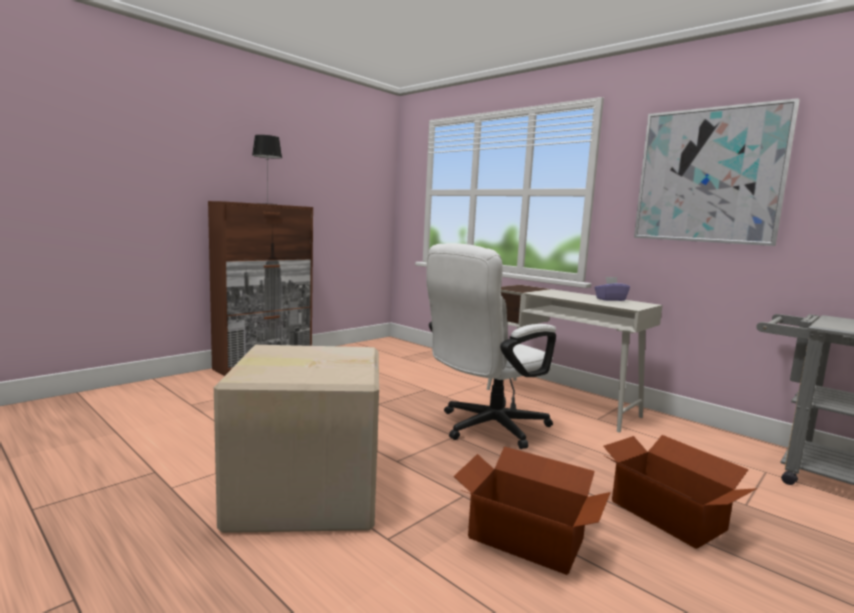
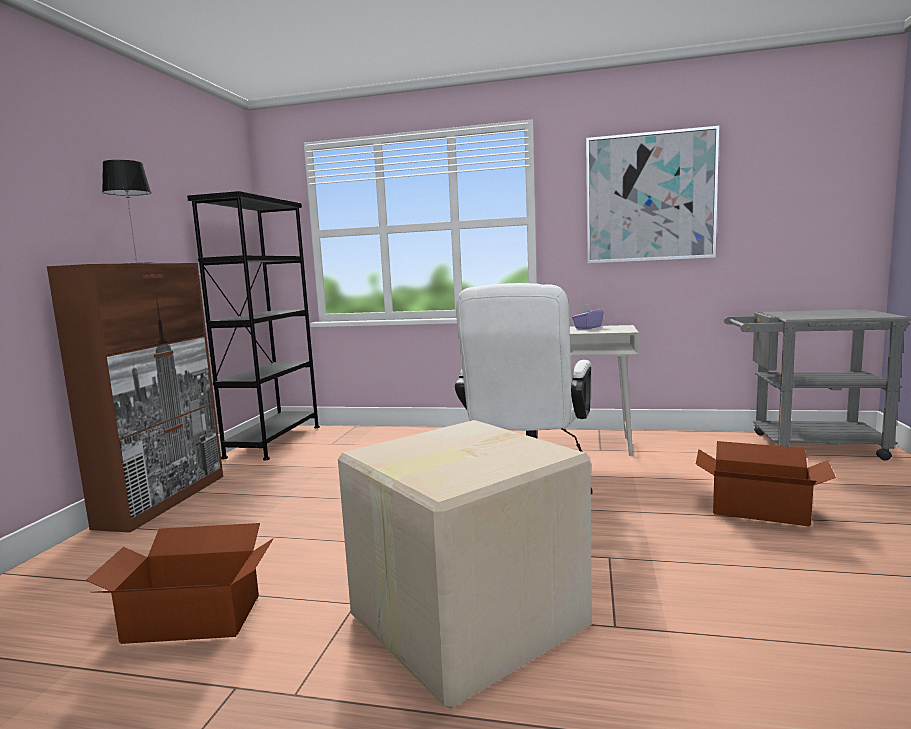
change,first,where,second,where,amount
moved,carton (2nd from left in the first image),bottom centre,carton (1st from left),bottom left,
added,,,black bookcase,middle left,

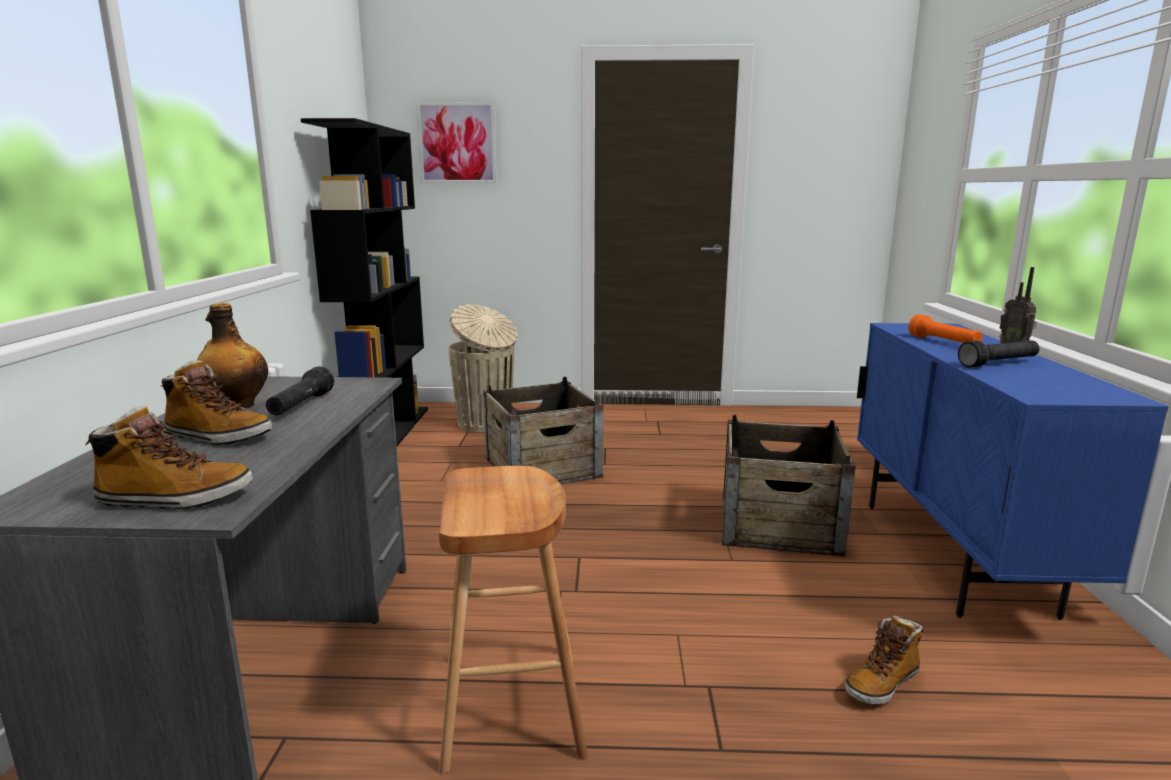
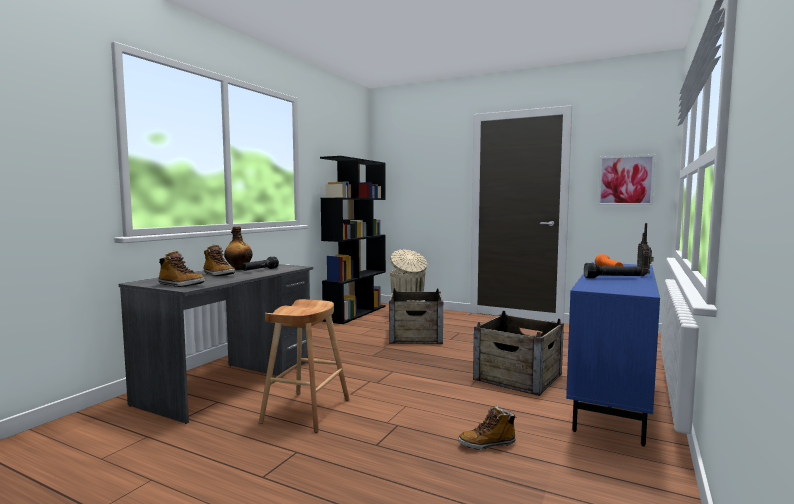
change,first,where,second,where,amount
moved,wall art,top centre,,middle right,

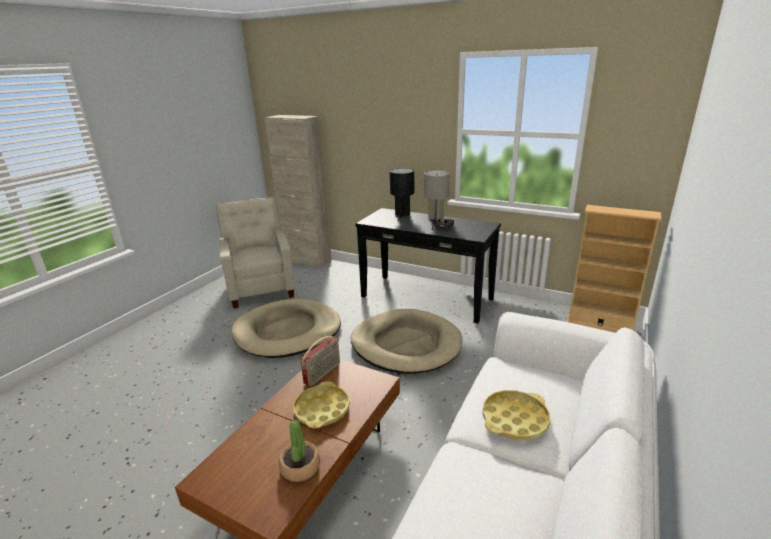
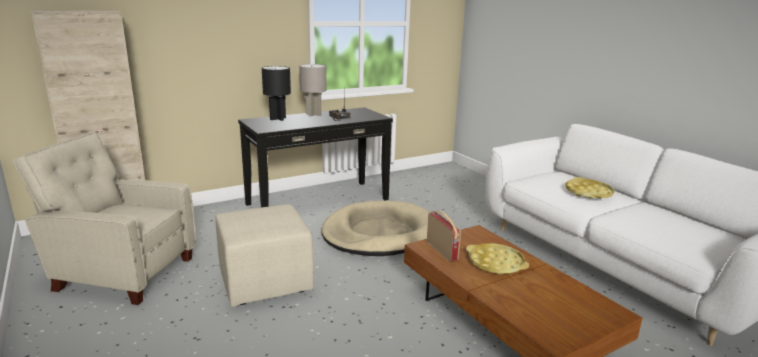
change,first,where,second,where,amount
replaced,beige-coloured pet bed (1st from left),centre,beige-coloured pouffe,bottom centre,
removed,plant in a pot,bottom centre,,,
removed,beige-coloured bookcase,middle right,,,

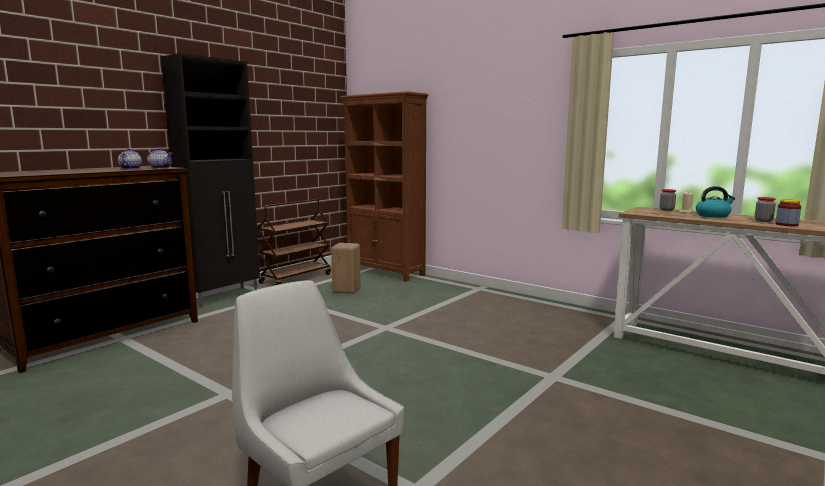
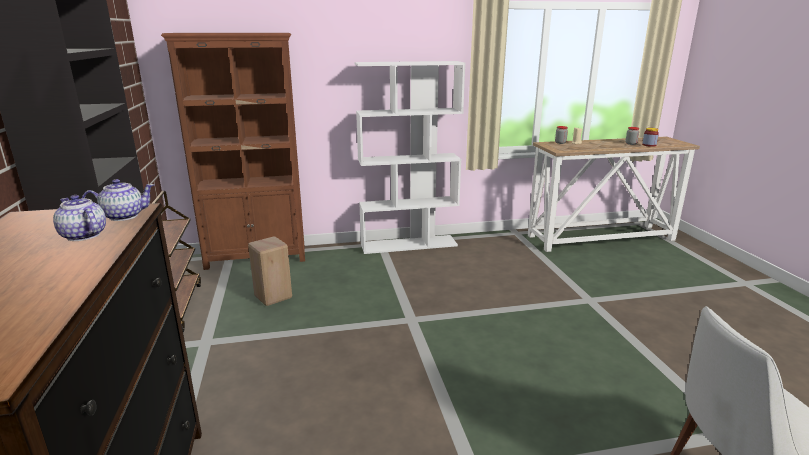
change,first,where,second,where,amount
added,,,white-coloured bookcase,centre,
removed,water kettle,middle right,,,

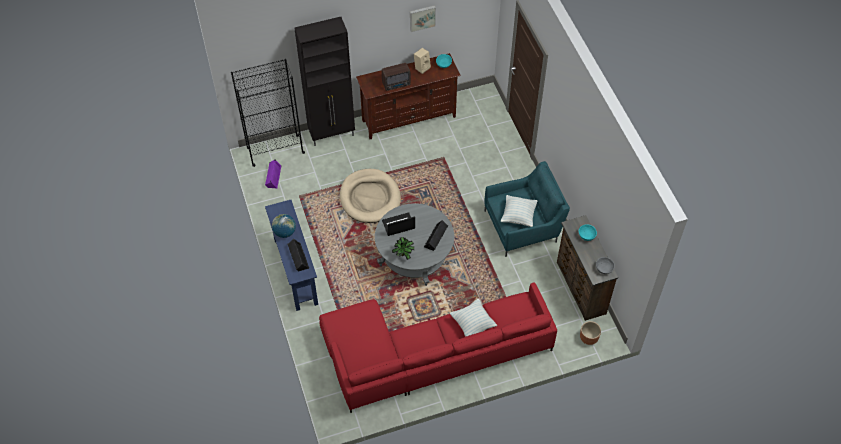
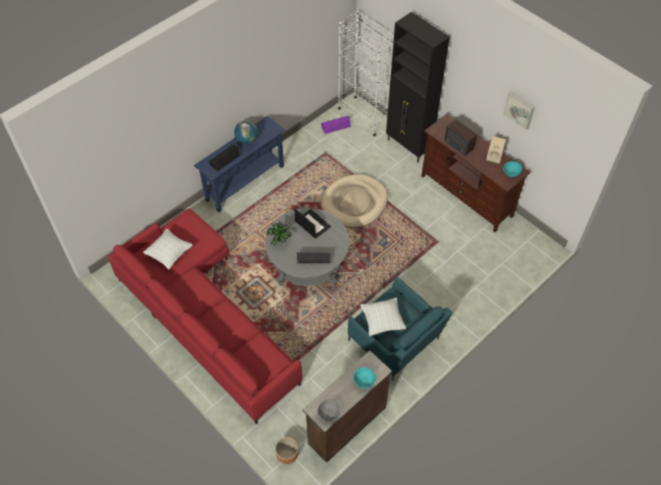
change,first,where,second,where,amount
moved,throw pillow (1st from left),bottom centre,,middle left,
recoloured,black bookcase,top left,white-coloured bookcase,top centre,

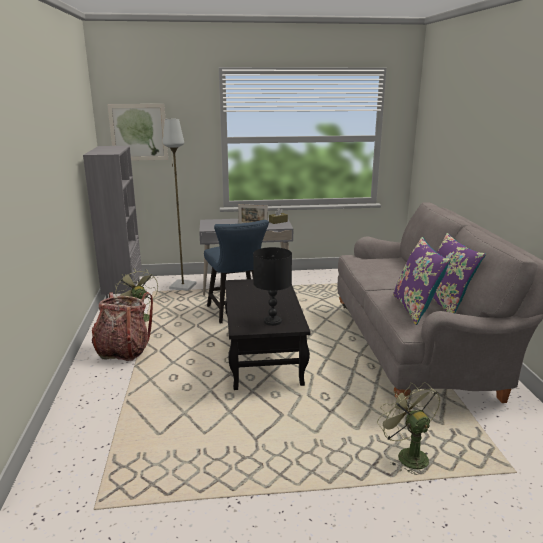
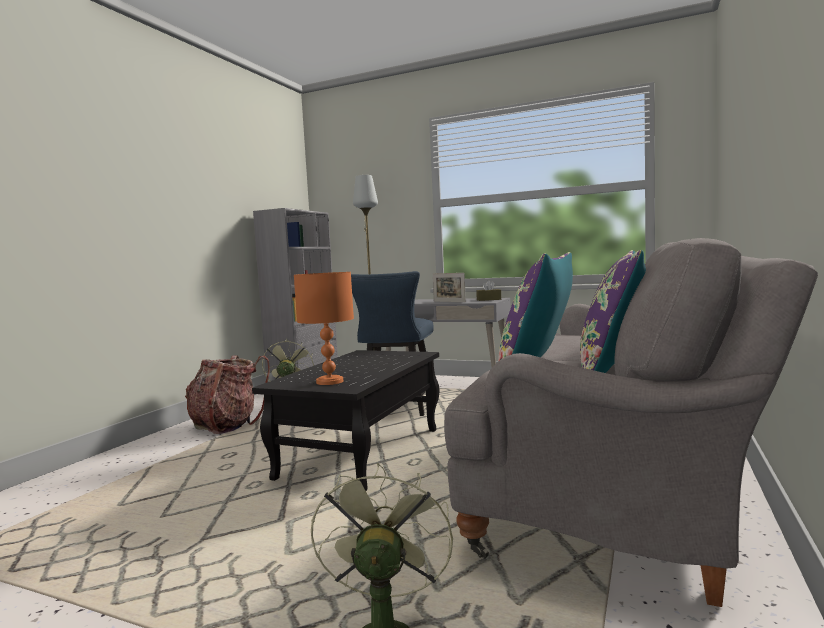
change,first,where,second,where,amount
recoloured,black lamp for a table,centre,orange-coloured lamp for a table,centre,
removed,wall art,top left,,,

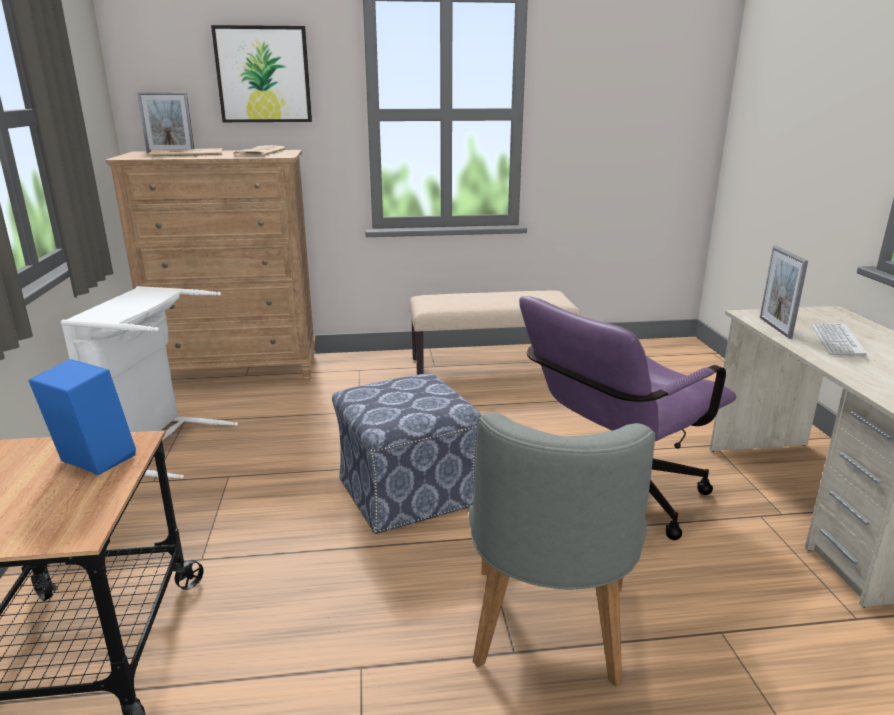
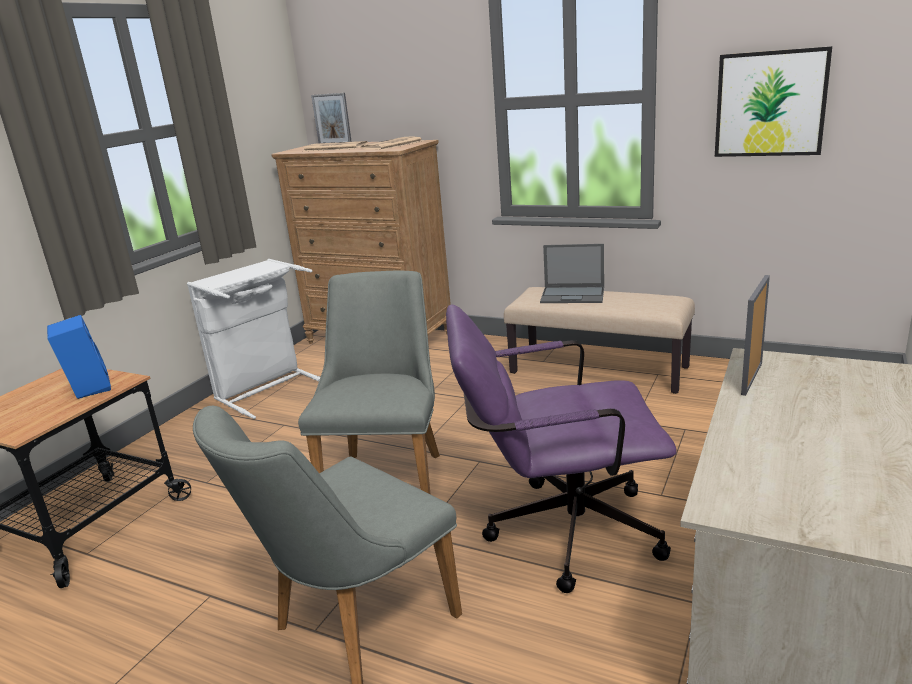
change,first,where,second,where,amount
replaced,pouffe,centre,greyish plain chair (2nd from left),centre,
added,,,laptop,centre,
moved,wall art,top left,,top right,
removed,keyboard,middle right,,,

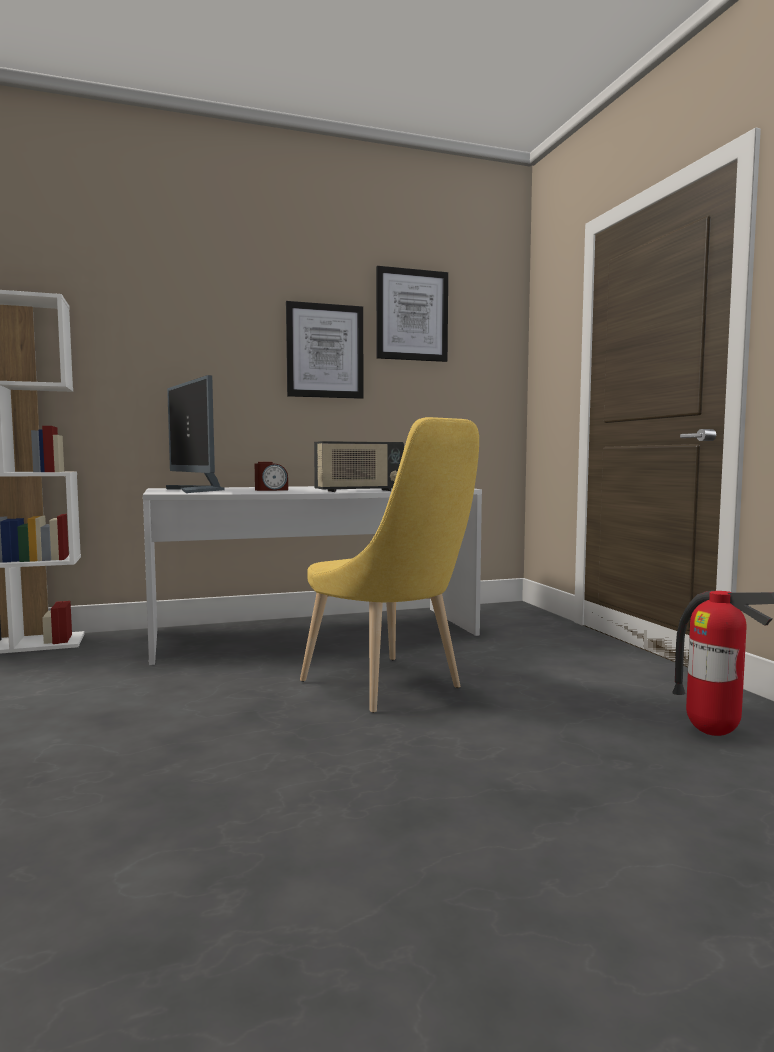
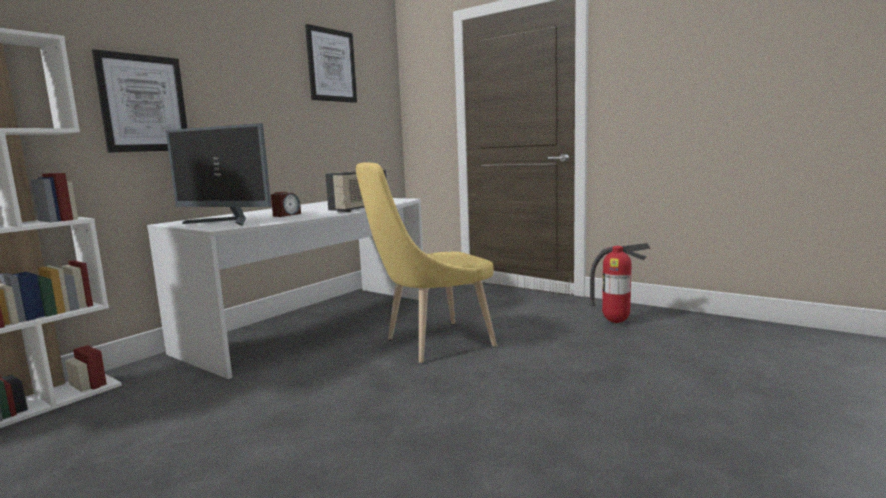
change,first,where,second,where,amount
moved,wall art (1st from left),top centre,,top left,
turned,yellowish plain chair,centre,,centre,135 degrees clockwise

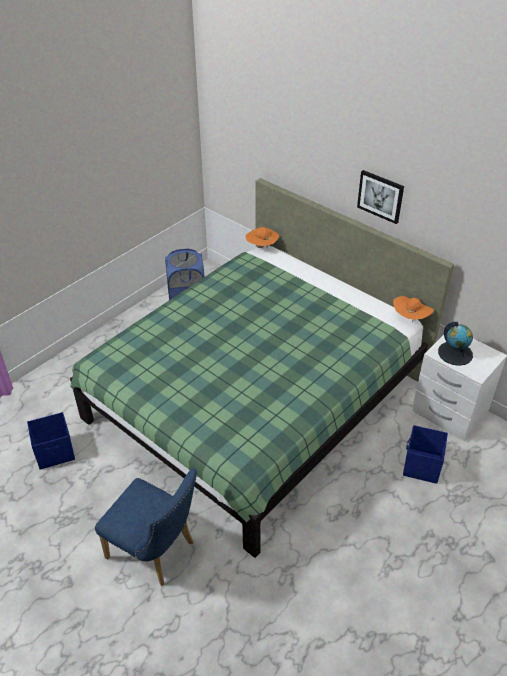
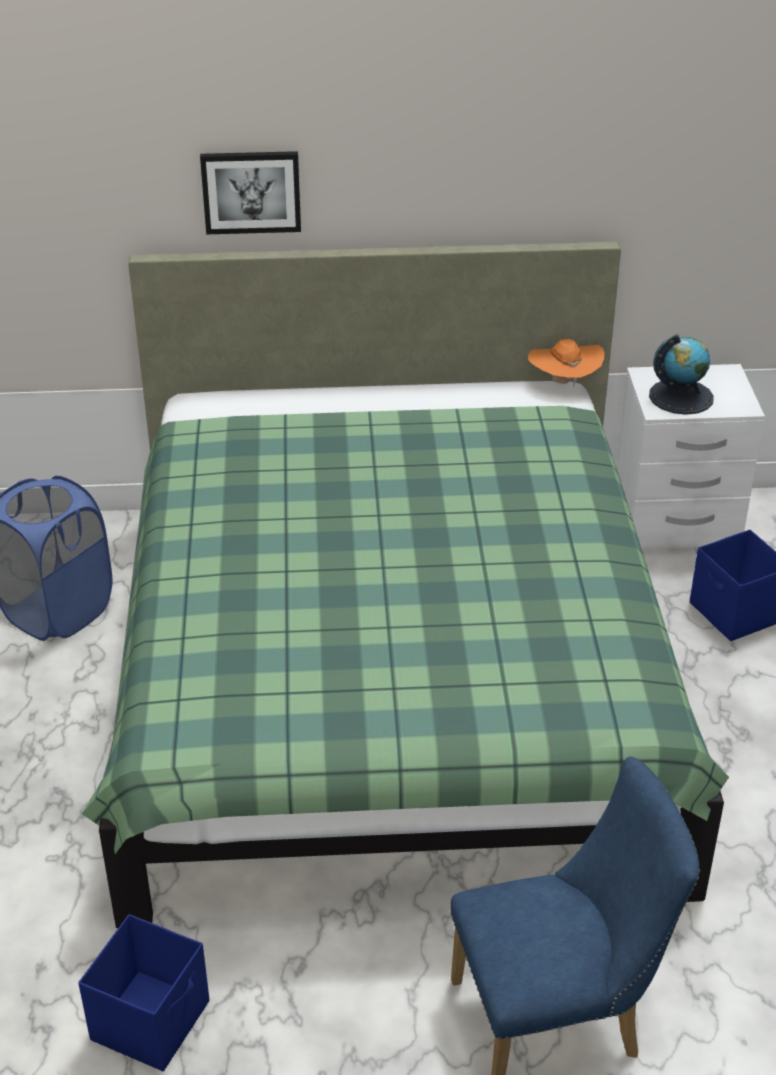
change,first,where,second,where,amount
moved,wall art,top right,,top left,
removed,orange-coloured hat (1st from left),centre,,,

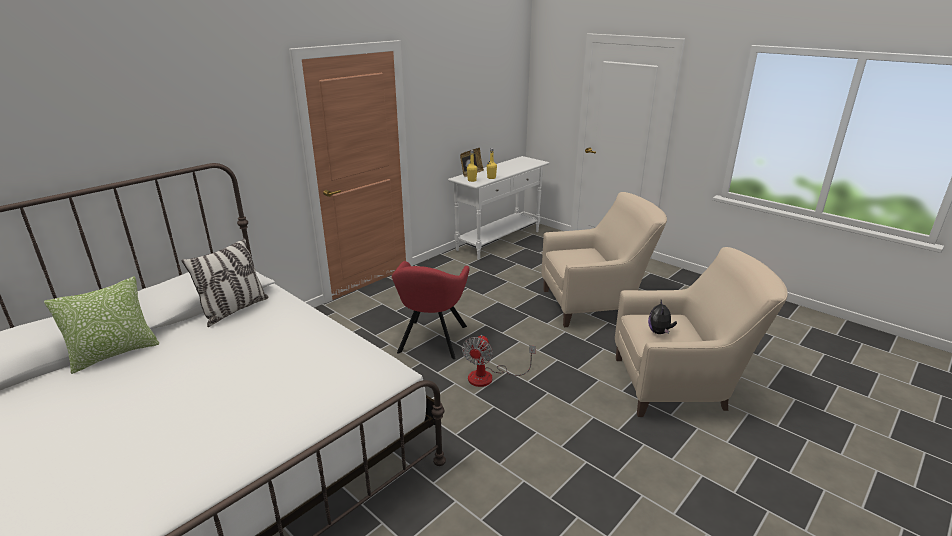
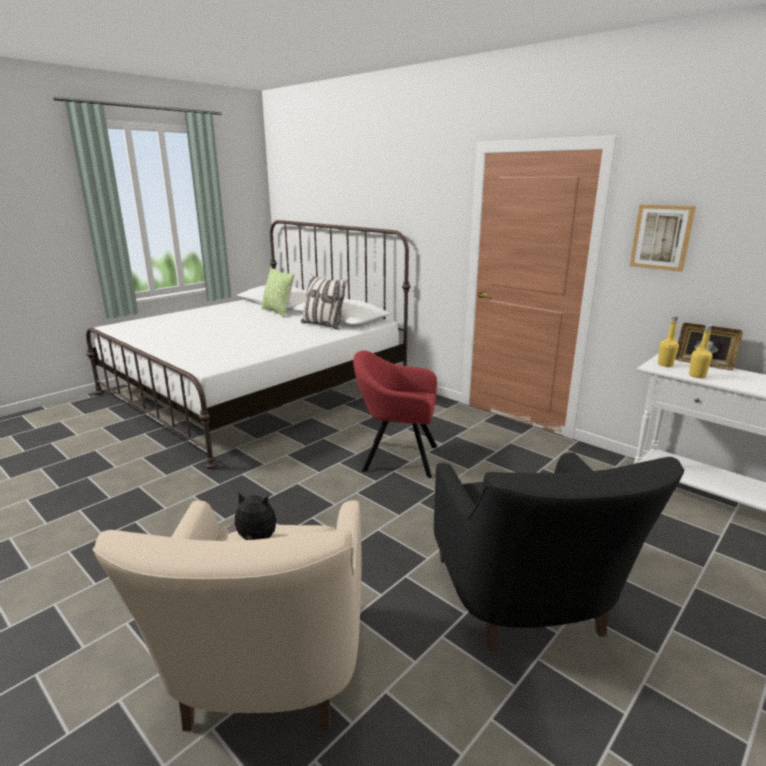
change,first,where,second,where,amount
recoloured,beige-coloured easy chair (1st from left),centre,black easy chair,bottom right,
added,,,wall art,top right,
removed,cooling fan,bottom centre,,,

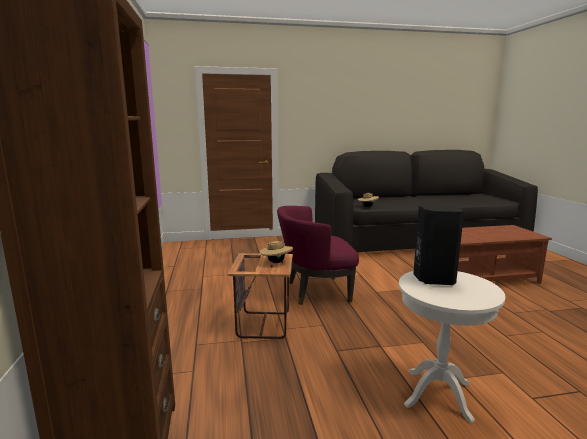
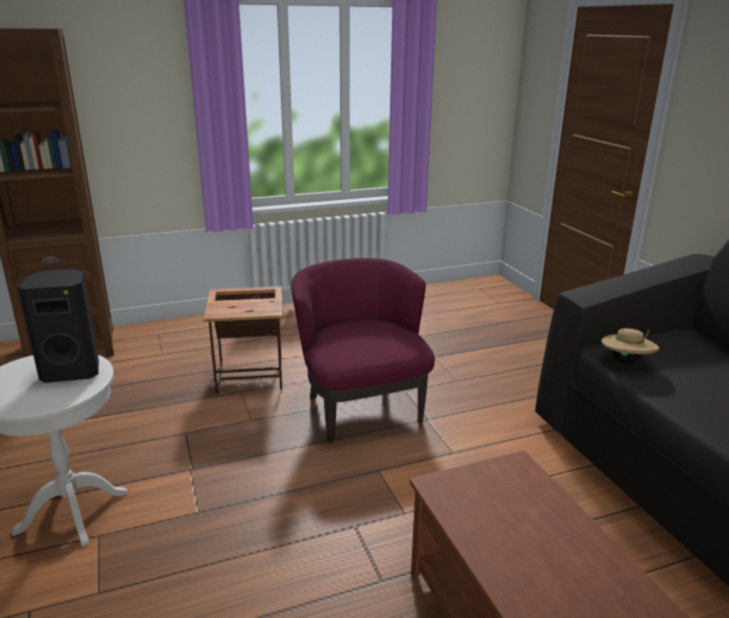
change,first,where,second,where,amount
removed,beige-coloured hat (1st from left),centre,,,

